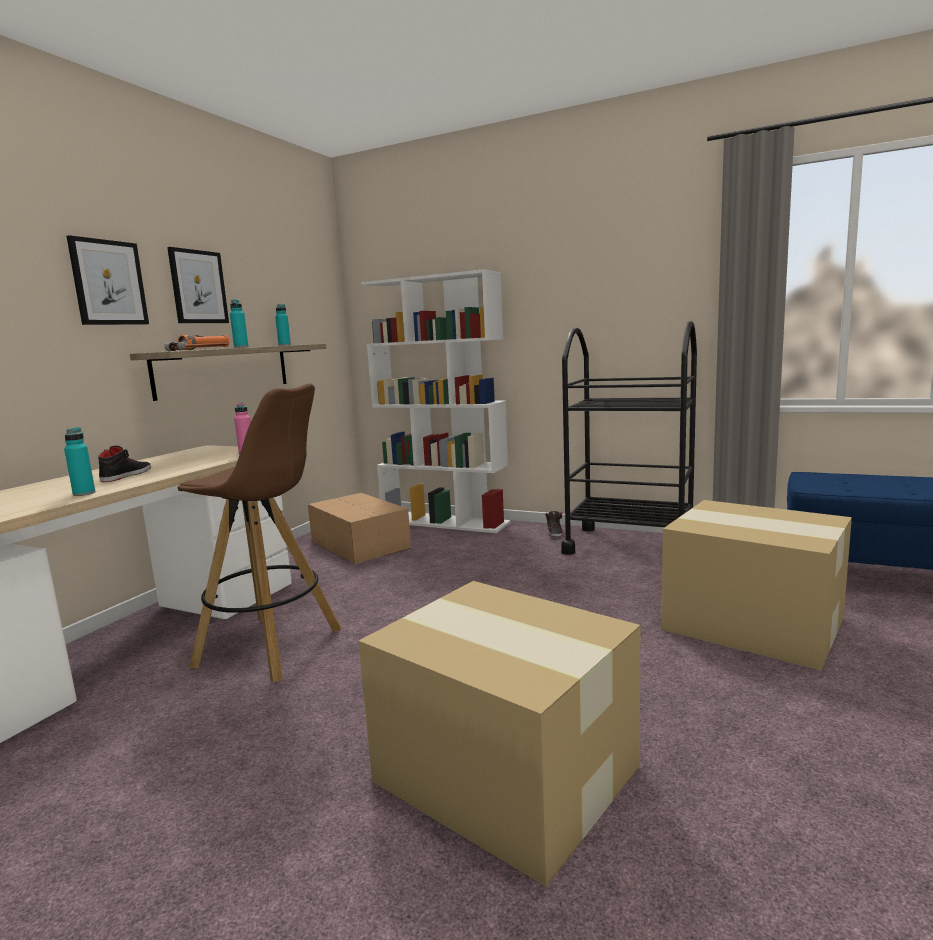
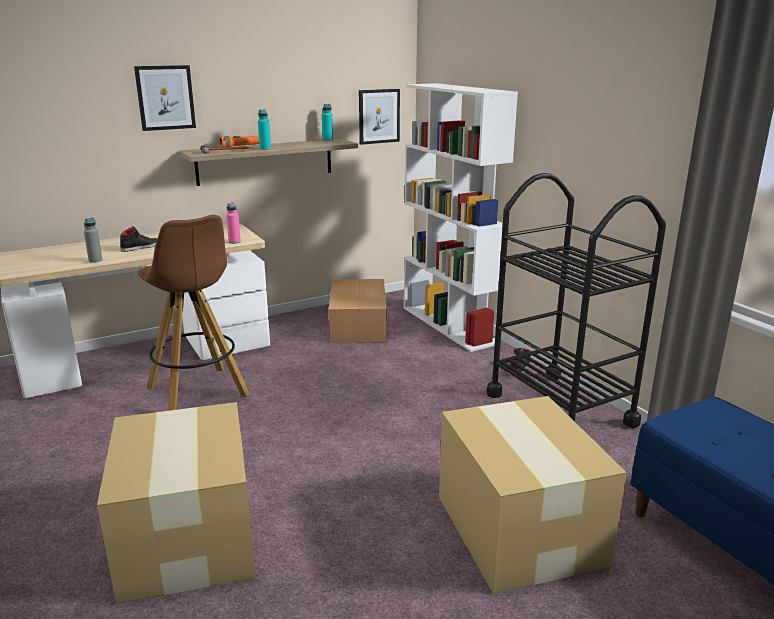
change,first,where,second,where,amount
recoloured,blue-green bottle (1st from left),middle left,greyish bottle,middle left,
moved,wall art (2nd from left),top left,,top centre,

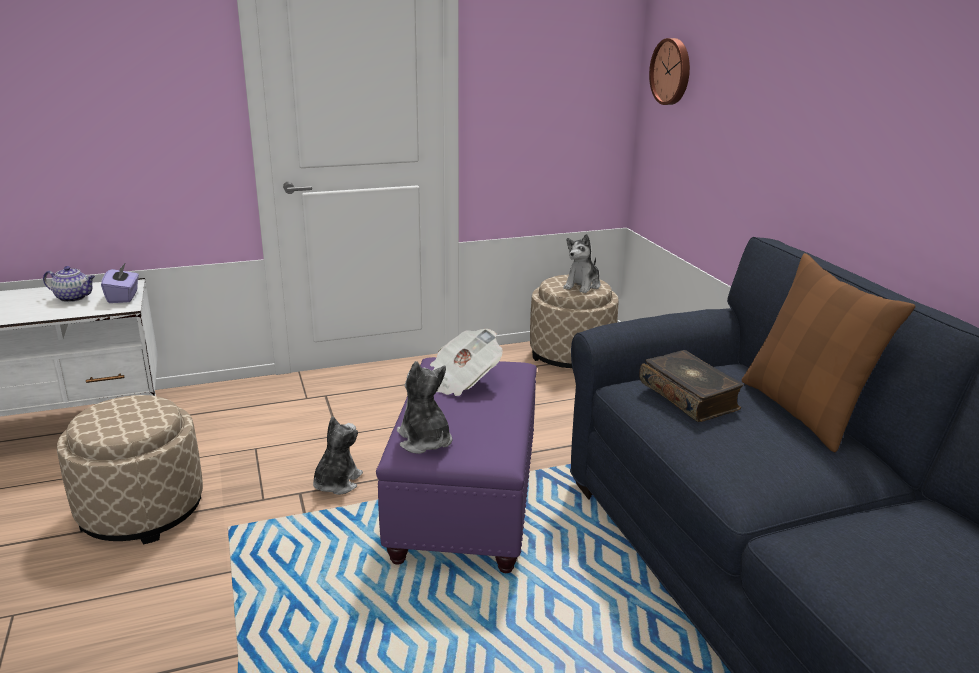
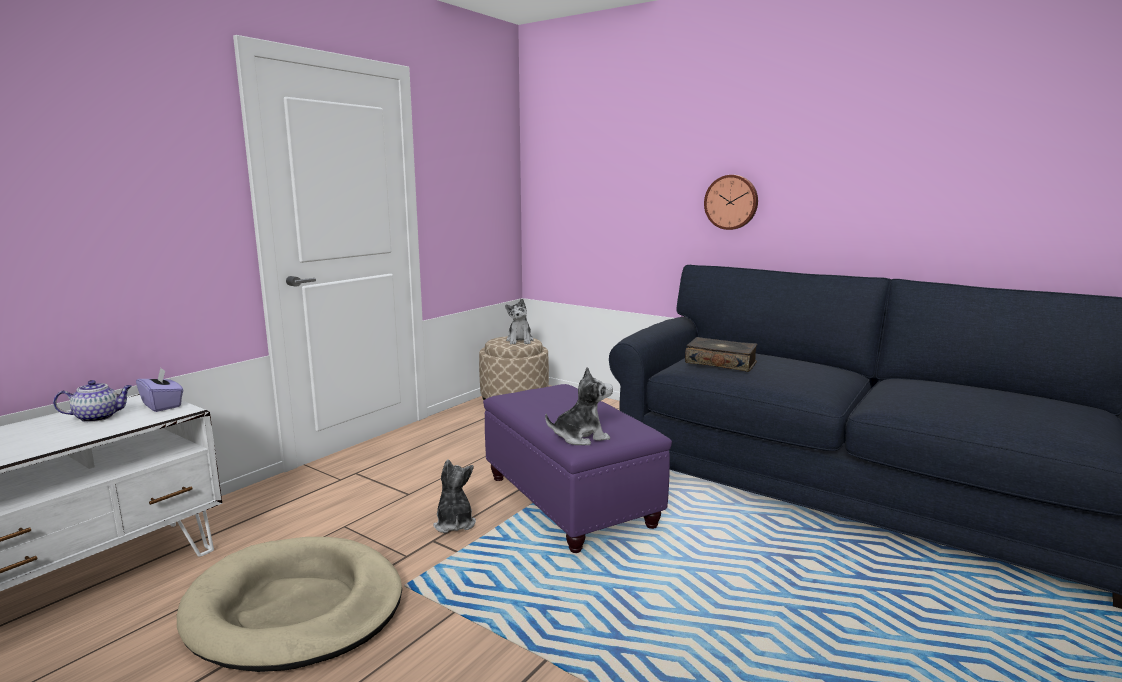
change,first,where,second,where,amount
replaced,beige-coloured pouffe (1st from left),bottom left,beige-coloured pet bed,bottom left,
turned,cuddly toy (2nd from left in the first image),centre,cuddly toy (3rd from left),centre,135 degrees clockwise
moved,clock on the wall,top right,,top centre,
removed,printed paper,centre,,,
removed,brown-coloured throw pillow,middle right,,,

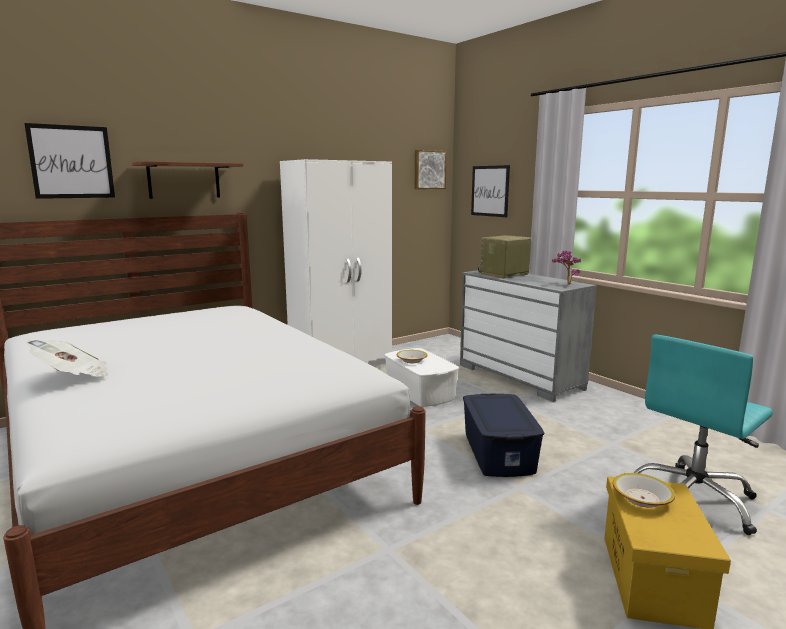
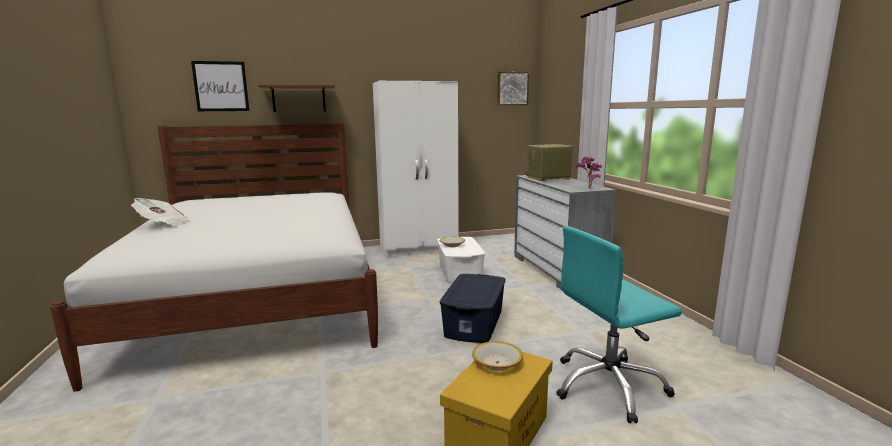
change,first,where,second,where,amount
removed,wall art (3rd from left),top centre,,,

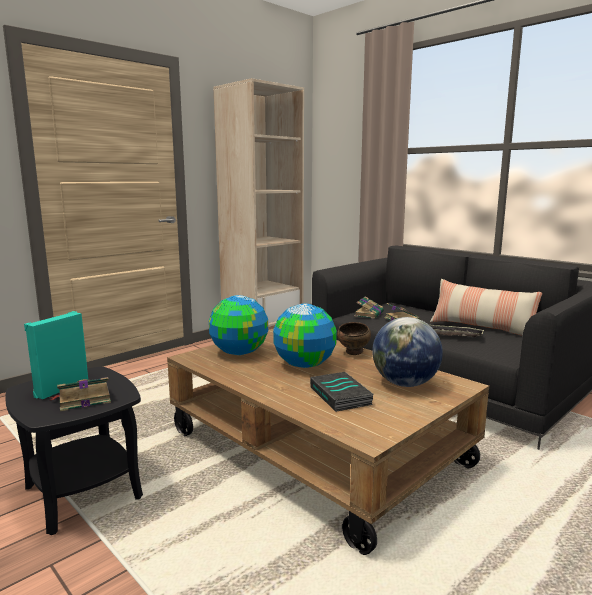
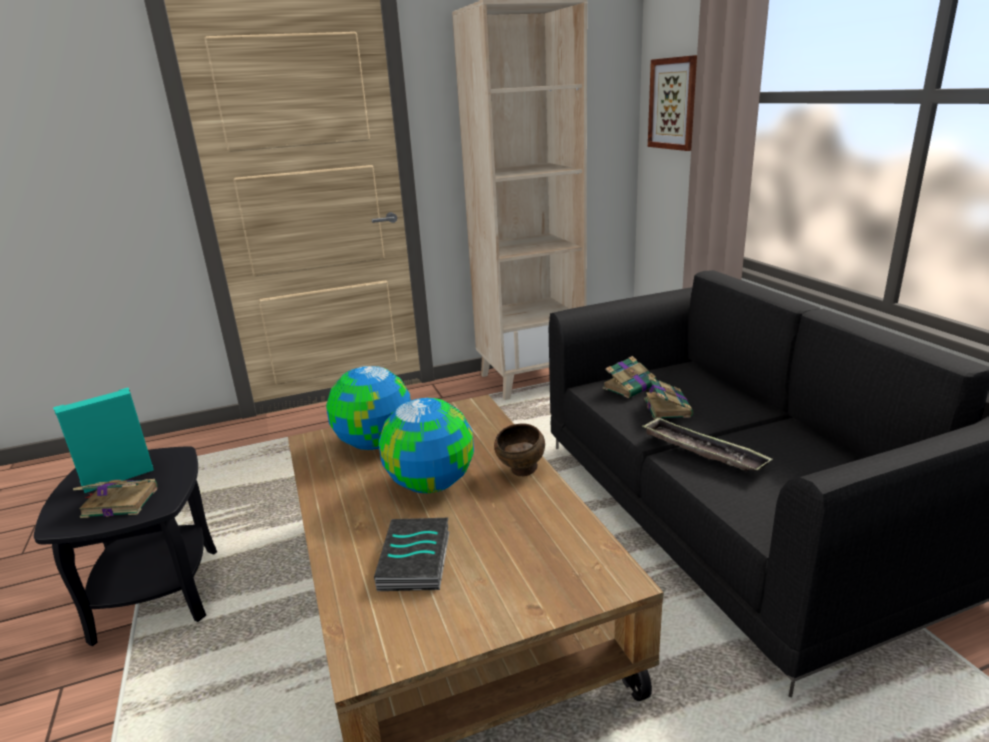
change,first,where,second,where,amount
added,,,wall art,top right,
removed,desk globe (3rd from left),middle right,,,
removed,throw pillow,middle right,,,

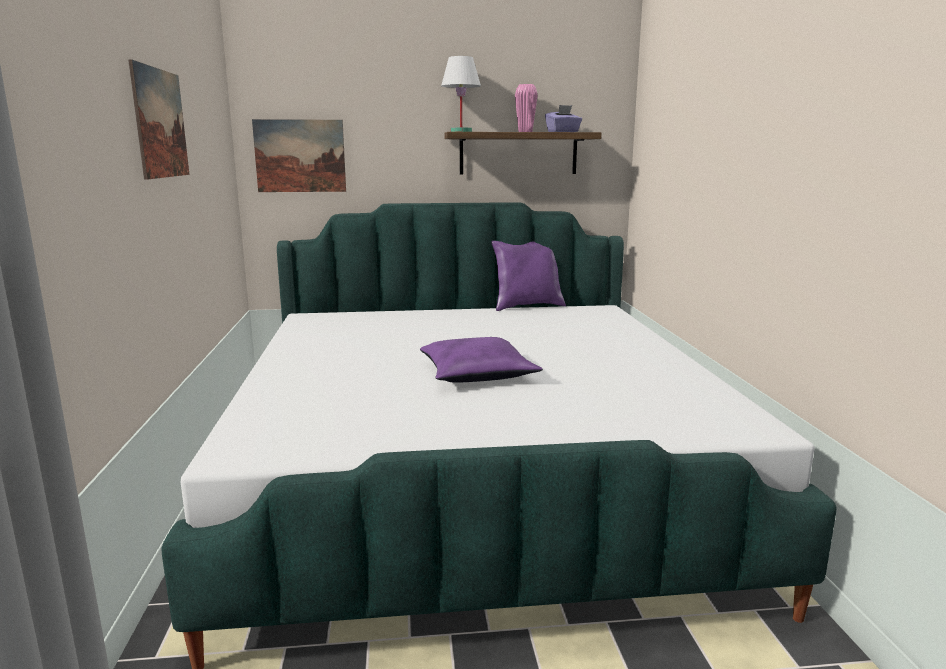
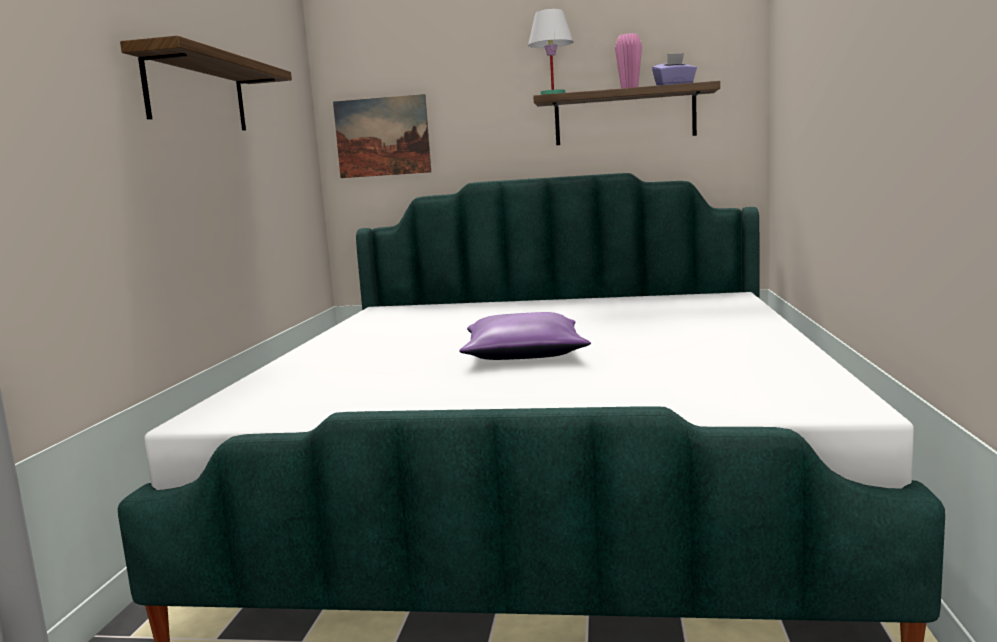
change,first,where,second,where,amount
replaced,wall art (1st from left),top left,bracket shelf (1st from left),top left,
removed,purple throw pillow (2nd from left),centre,,,

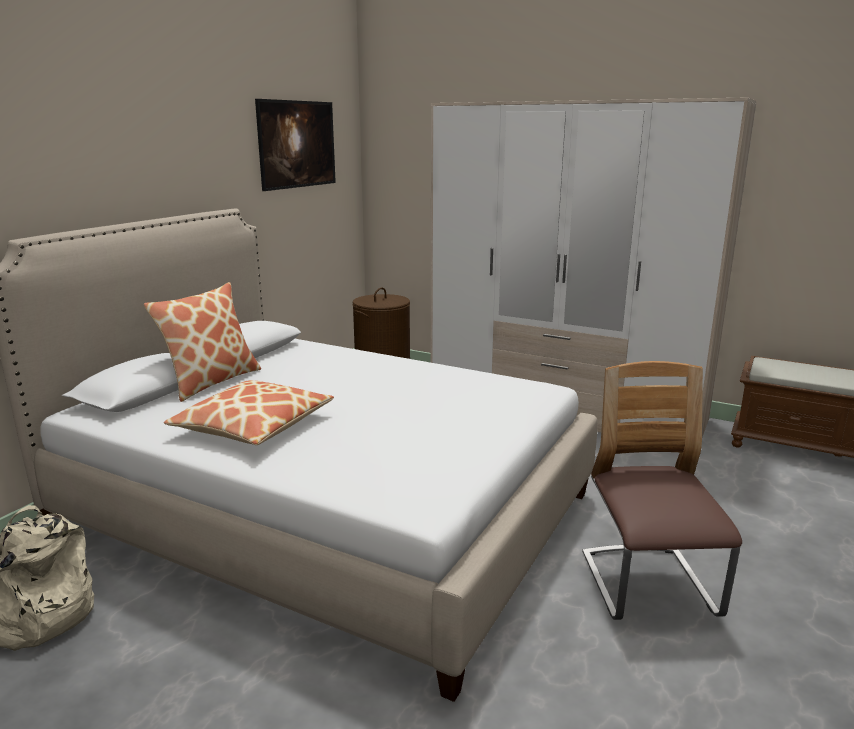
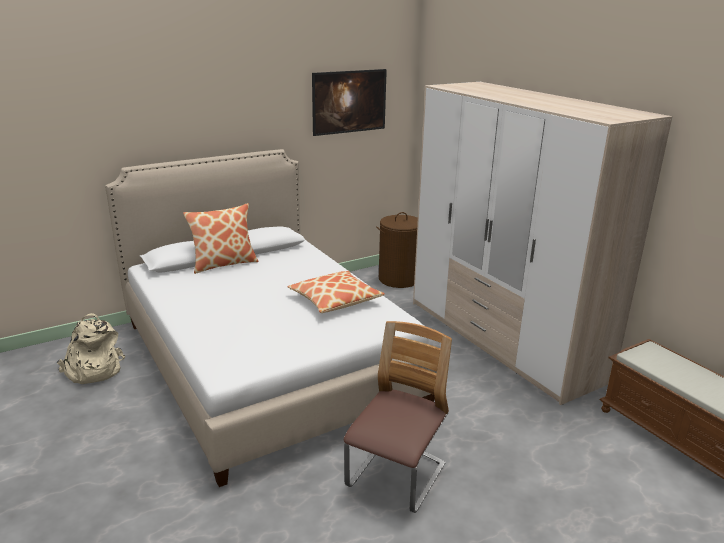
change,first,where,second,where,amount
moved,throw pillow (2nd from left),middle left,,centre,

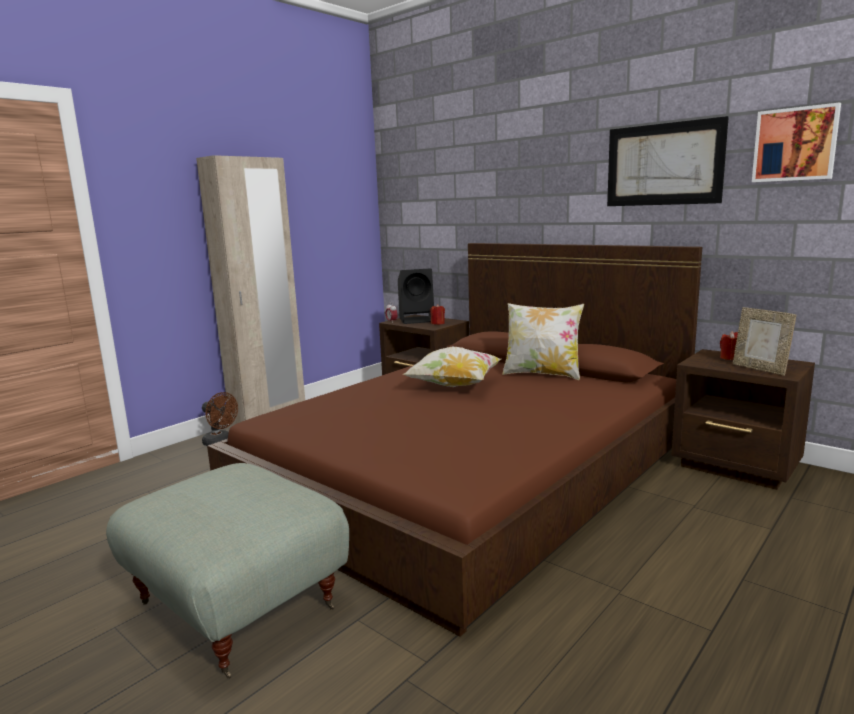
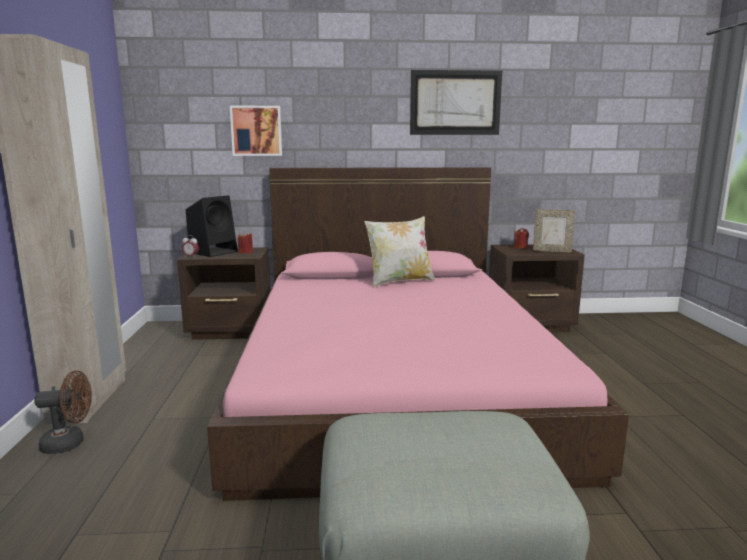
change,first,where,second,where,amount
recoloured,brown-coloured sleeping bed,centre,pinkish sleeping bed,centre,
moved,wall art (2nd from left in the first image),top right,wall art (1st from left),top centre,
removed,throw pillow (1st from left),centre,,,

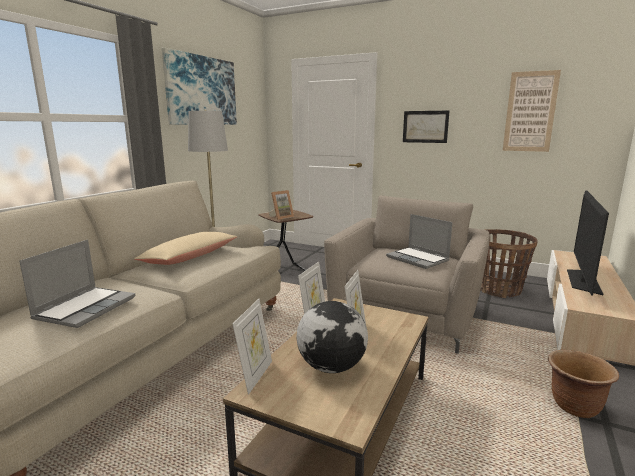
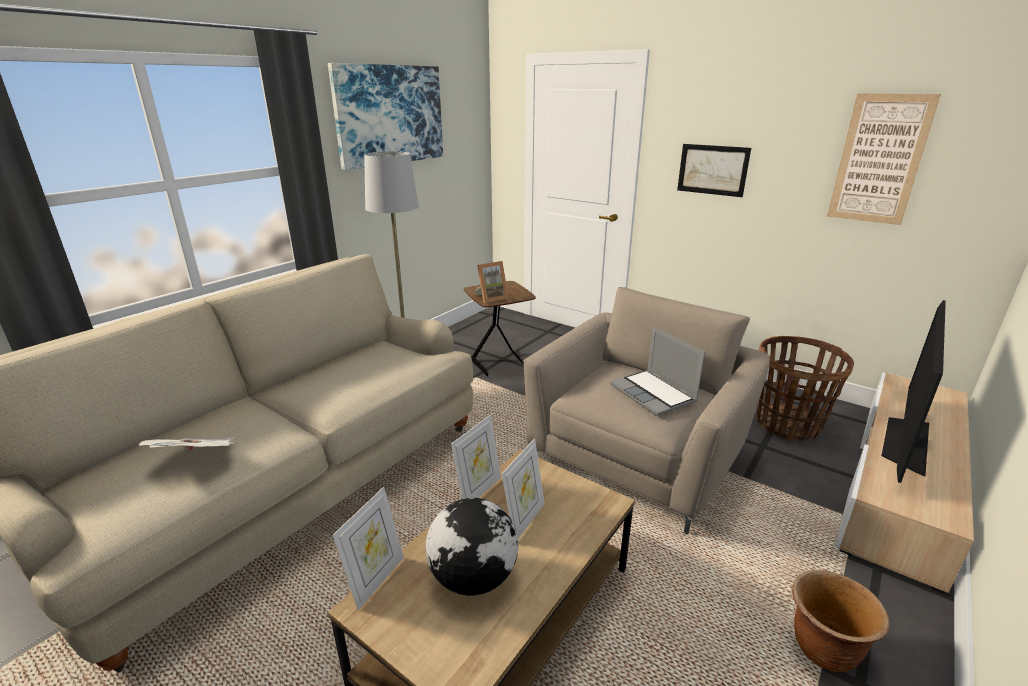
change,first,where,second,where,amount
replaced,laptop (1st from left),middle left,printed paper,middle left,
removed,beige-coloured throw pillow,middle left,,,

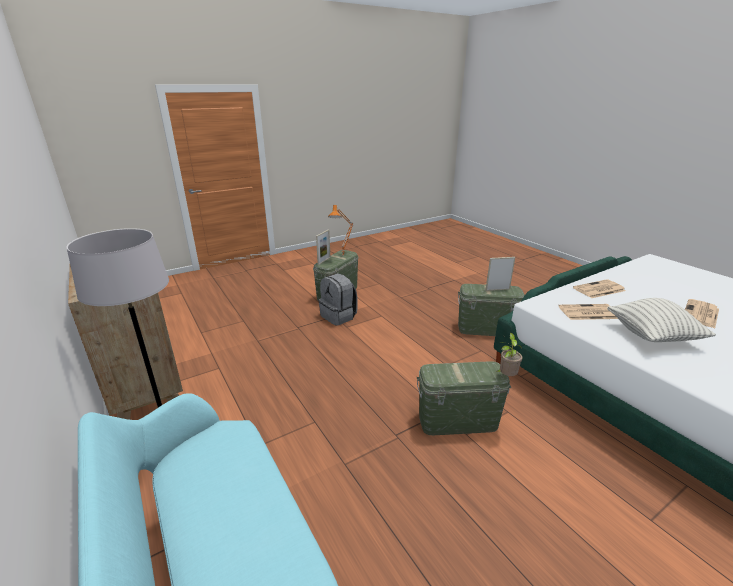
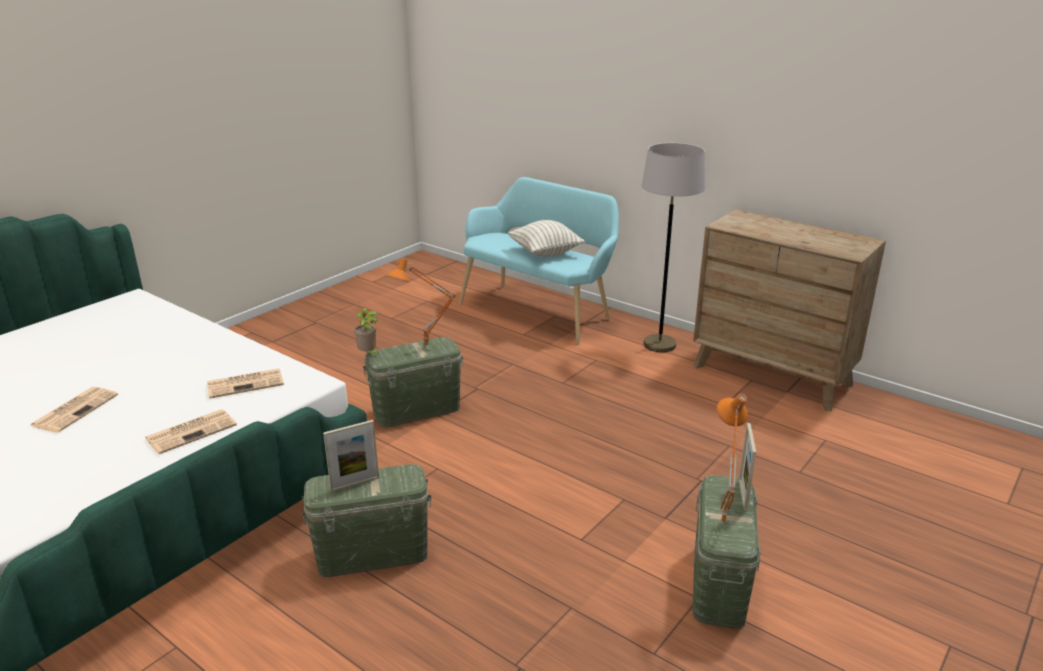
change,first,where,second,where,amount
added,,,orange-coloured lamp for a table (1st from left),centre,
moved,throw pillow,middle right,,centre,
removed,greyish rucksack,centre,,,

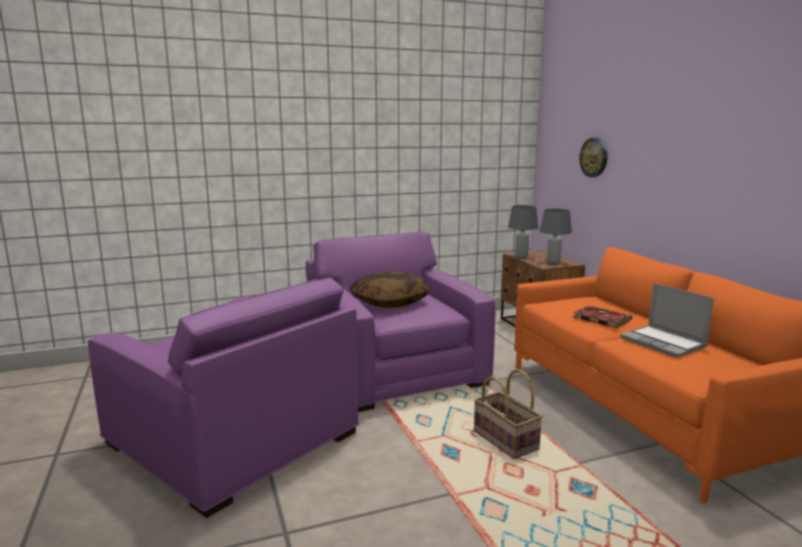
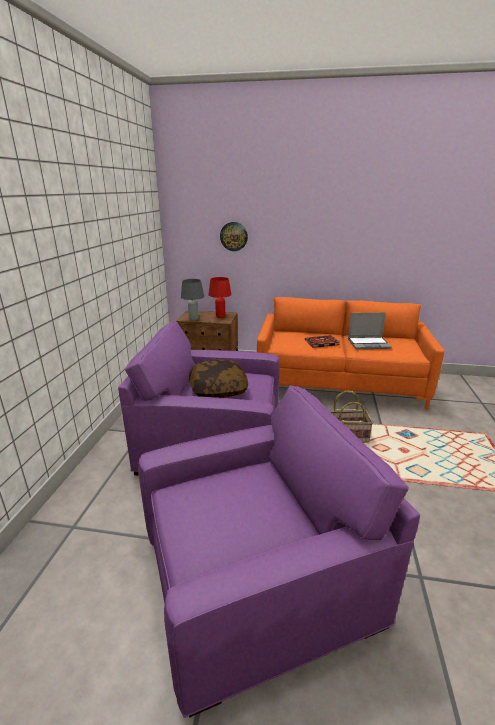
change,first,where,second,where,amount
recoloured,greyish lamp for a table (2nd from left),middle right,red-coloured lamp for a table,centre,

